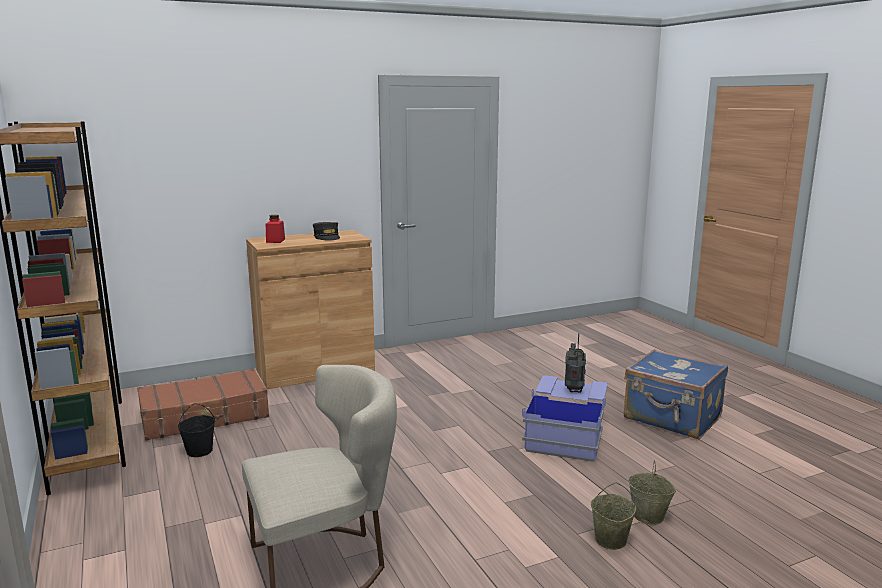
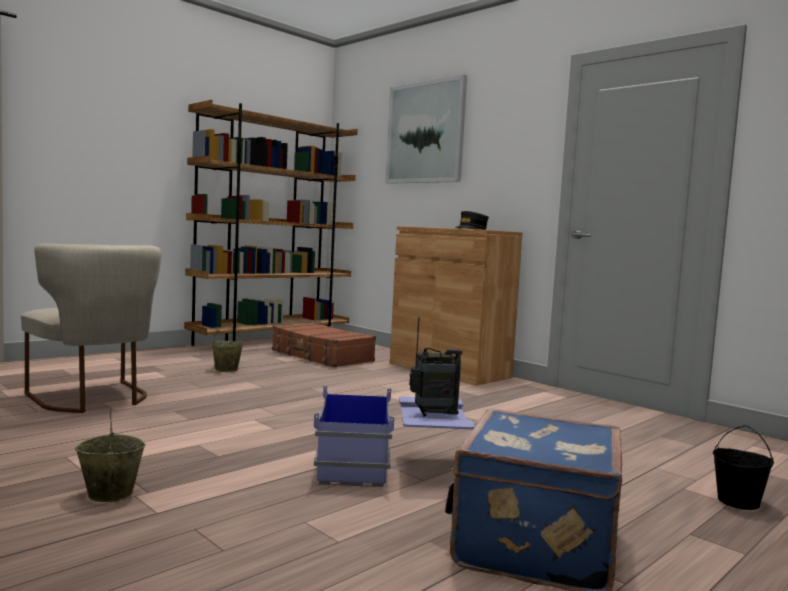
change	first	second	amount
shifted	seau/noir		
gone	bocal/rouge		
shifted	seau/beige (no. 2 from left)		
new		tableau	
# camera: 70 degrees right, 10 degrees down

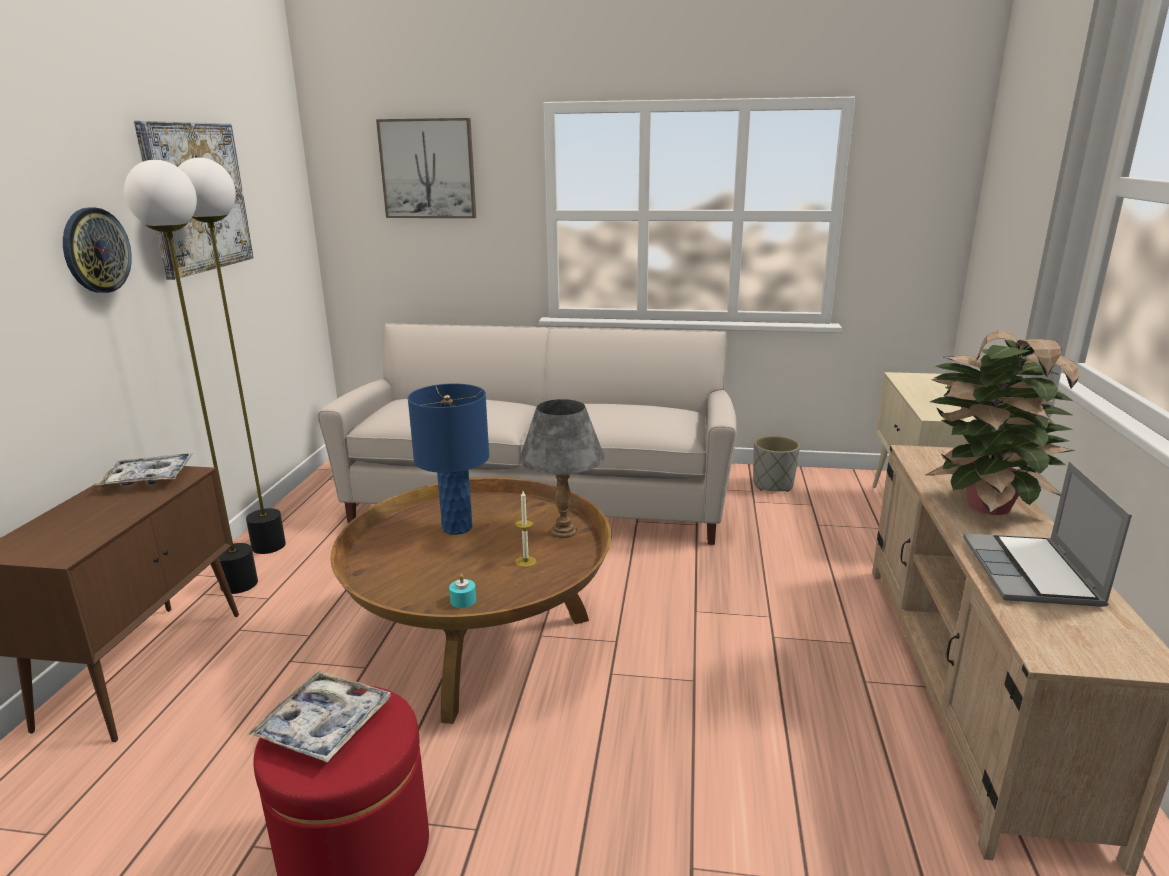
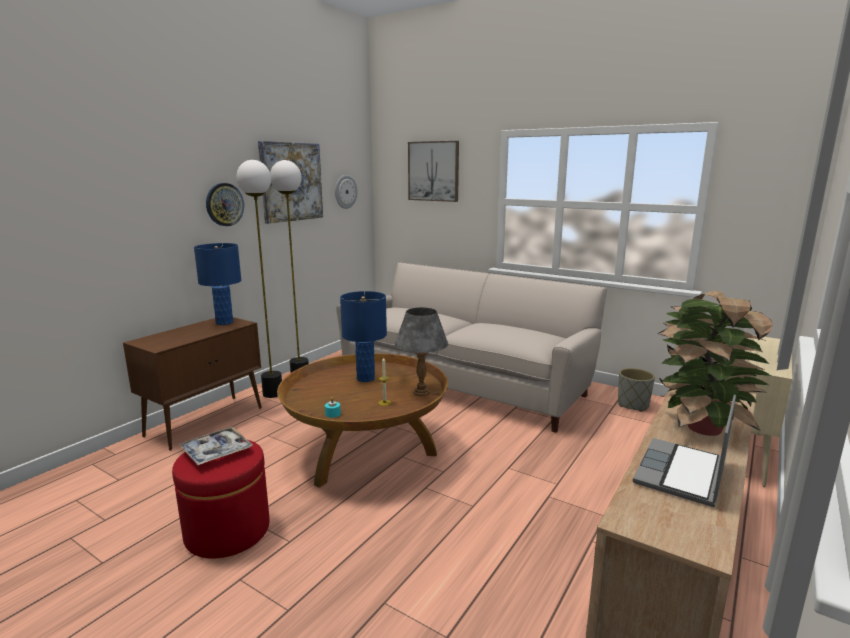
change	first	second	amount
swapped	plateau (no. 1 from left)	lampe de table/bleu (no. 1 from left)	
new		horloge murale (no. 2 from left)	
# camera: 25 degrees right, 5 degrees down

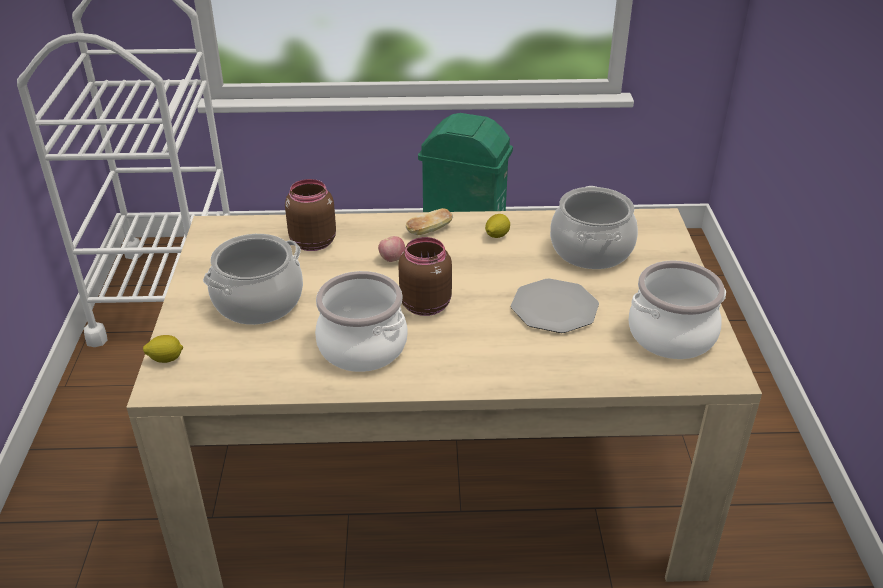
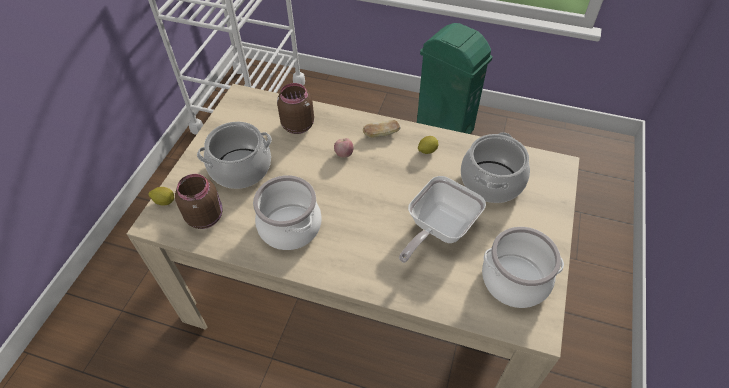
change	first	second	amount
shifted	bocal/marron (no. 2 from left in the first image)	bocal/marron (no. 1 from left)	
swapped	assiette	poêle	
# camera: 20 degrees right, 15 degrees up

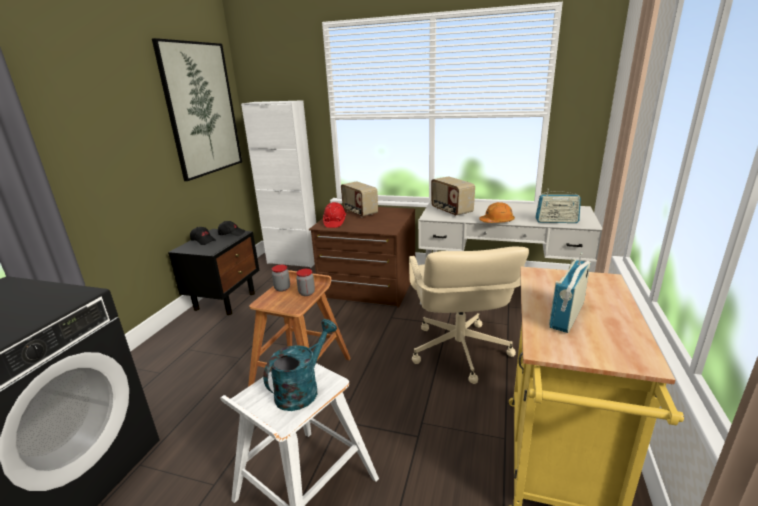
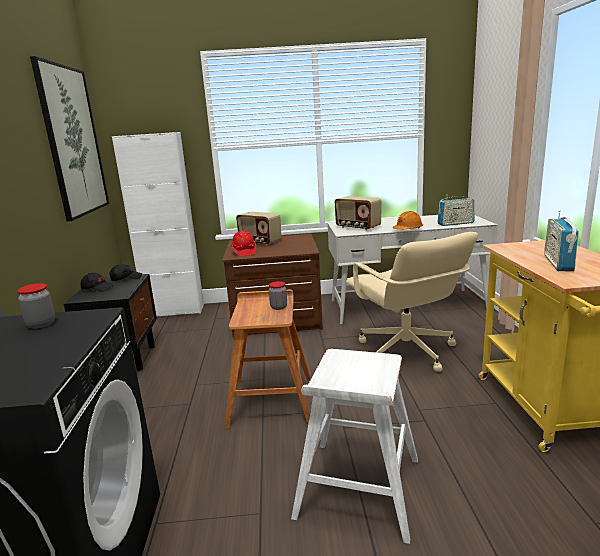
change	first	second	amount
gone	arrosoir/turquoise		
shifted	bocal (no. 1 from left)		
# camera: 20 degrees left, 5 degrees down

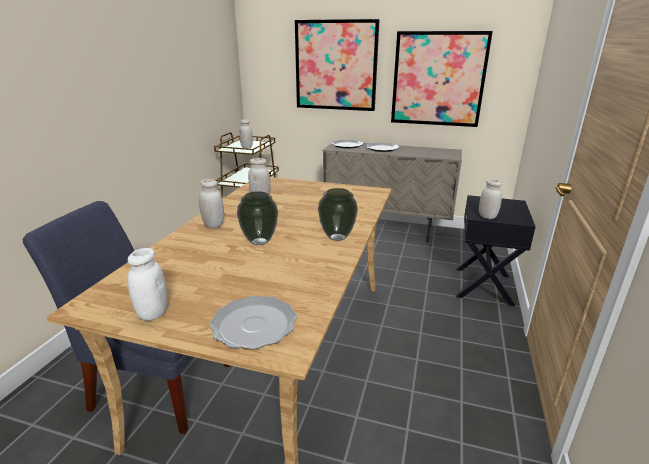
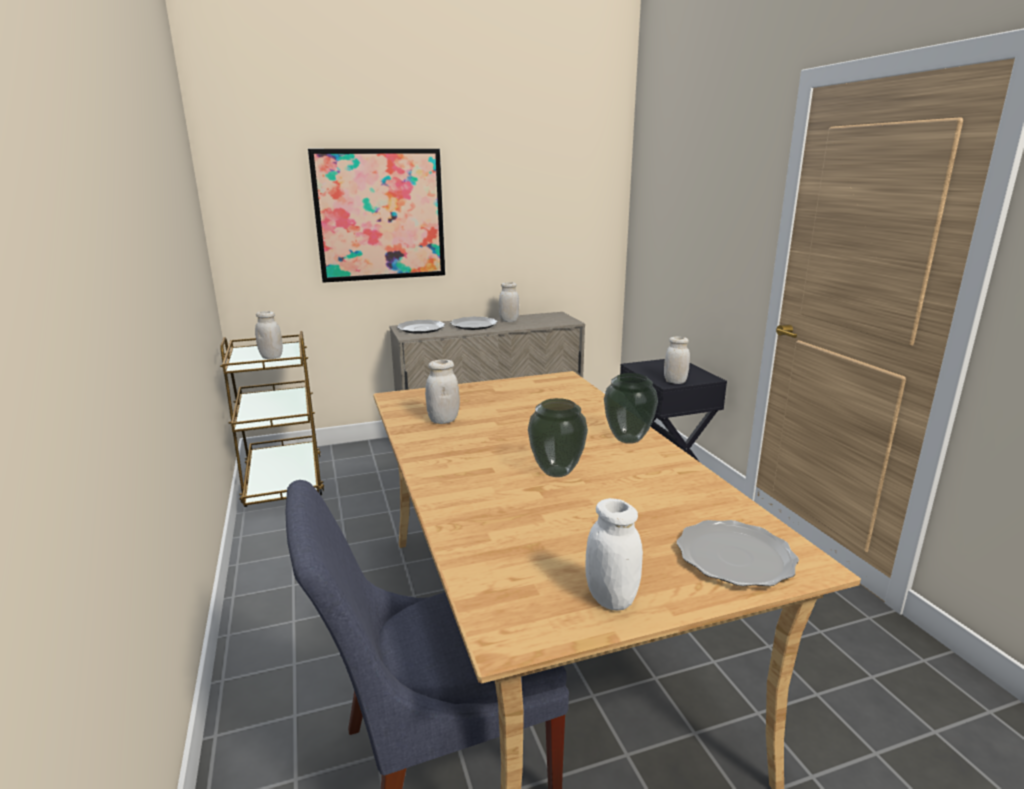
change	first	second	amount
shifted	bocal/blanc (no. 2 from left in the first image)	bocal/blanc (no. 3 from left)	
gone	tableau (no. 2 from left)		
# camera: 35 degrees left, 5 degrees down

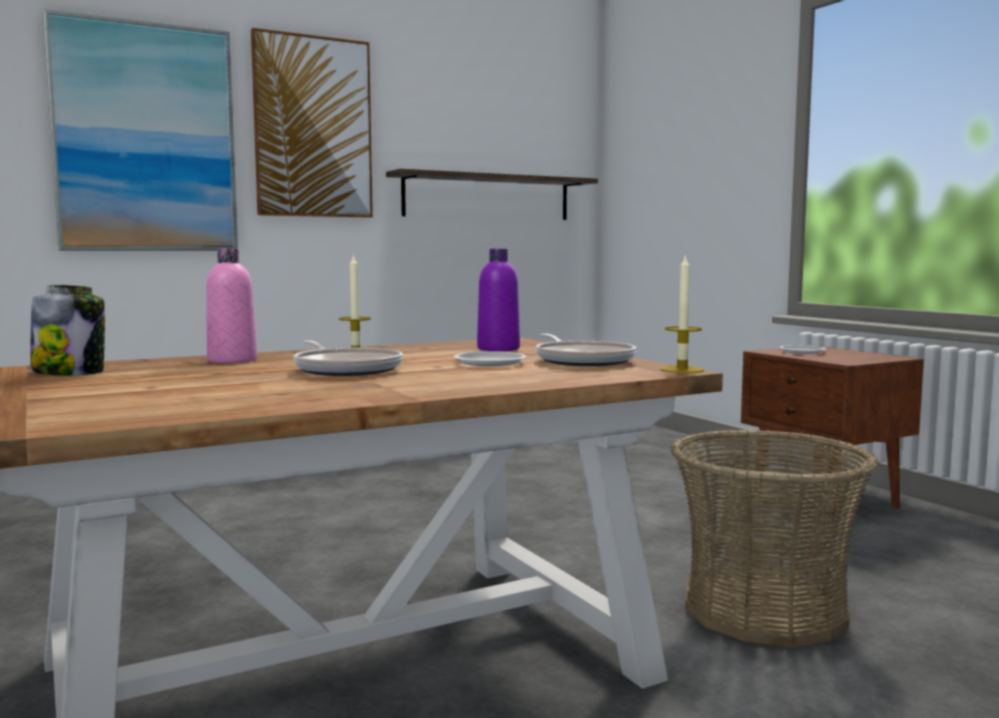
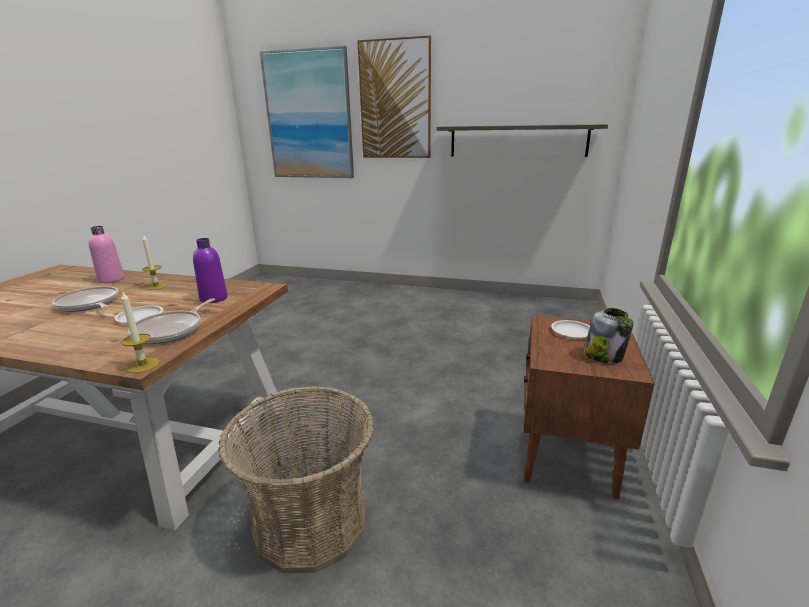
change	first	second	amount
shifted	bocal		
rotated	poêle (no. 1 from left)		120 degrees clockwise
# camera: 45 degrees right, 15 degrees up

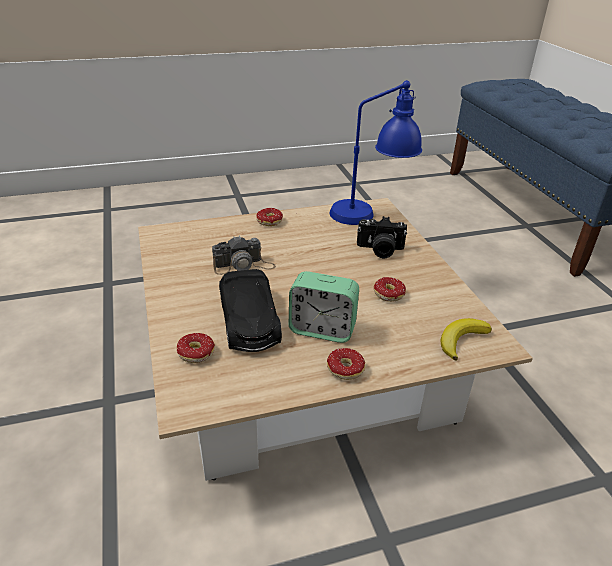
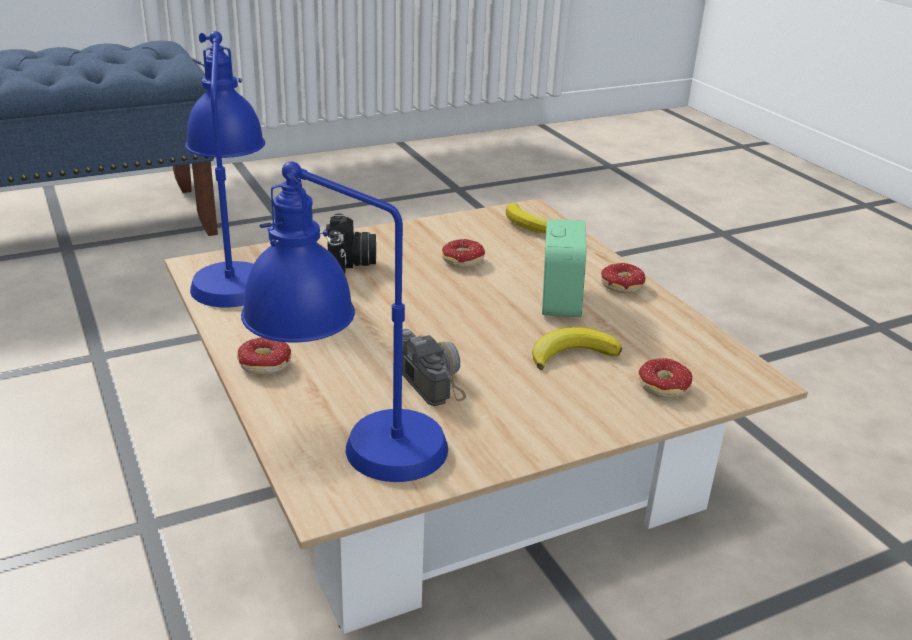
change	first	second	amount
swapped	petite voiture/noir	banane (no. 2 from left)	
new		lampe de table/bleu (no. 2 from left)	
# camera: 100 degrees left, 5 degrees down

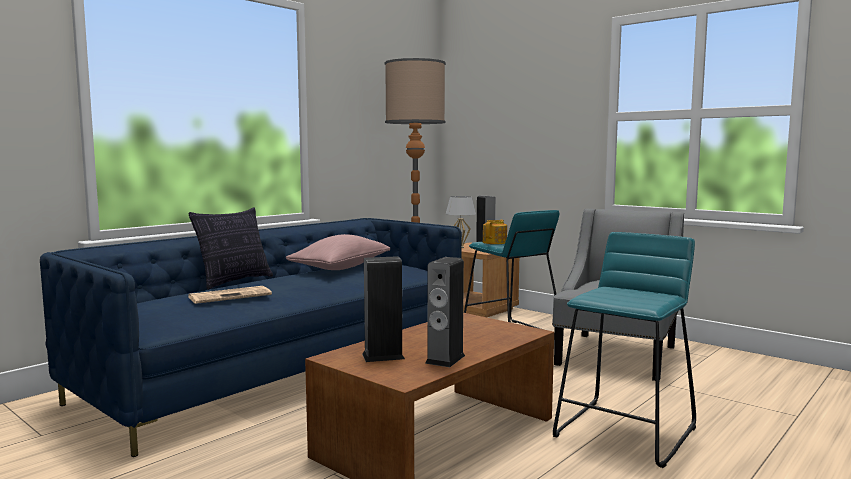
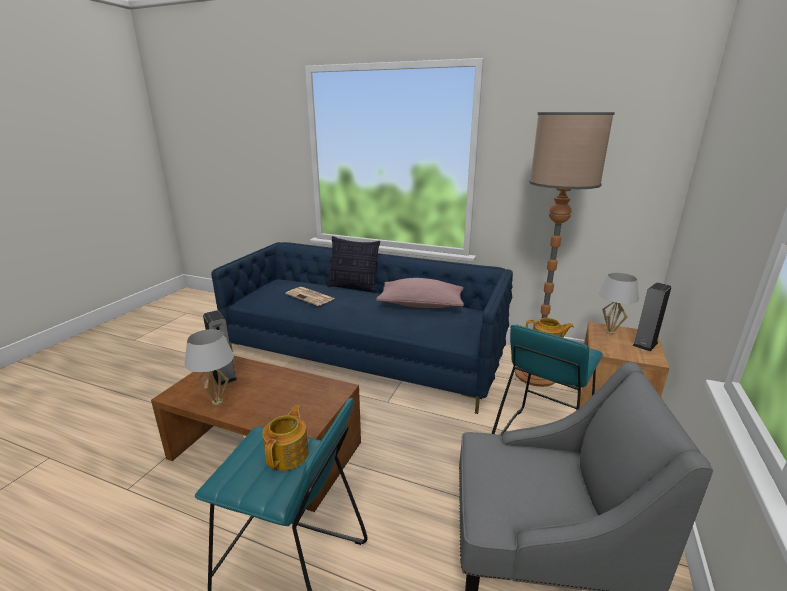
change	first	second	amount
swapped	enceinte (no. 2 from left)	lampe de table/blanc (no. 1 from left)	
new		théière (no. 1 from left)	
# camera: 70 degrees right, 15 degrees up

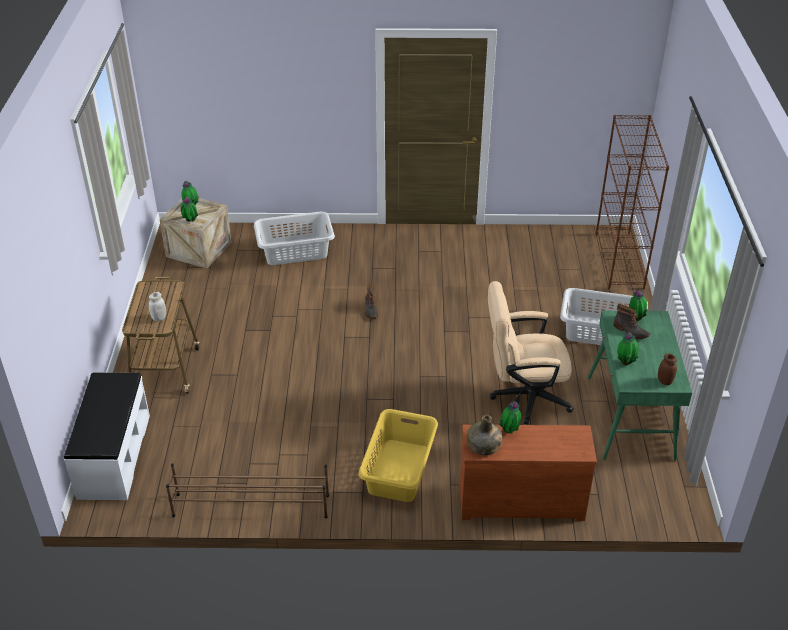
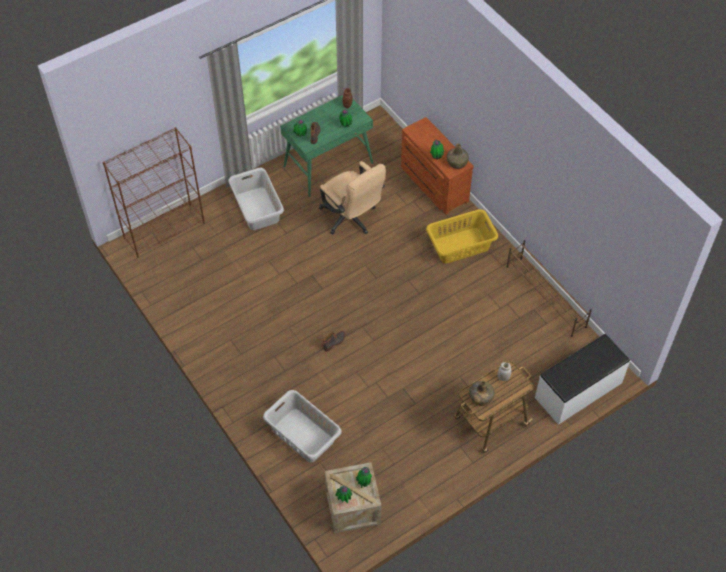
change	first	second	amount
new		bouteille/vert (no. 2 from left)	
# camera: 125 degrees left, 15 degrees up

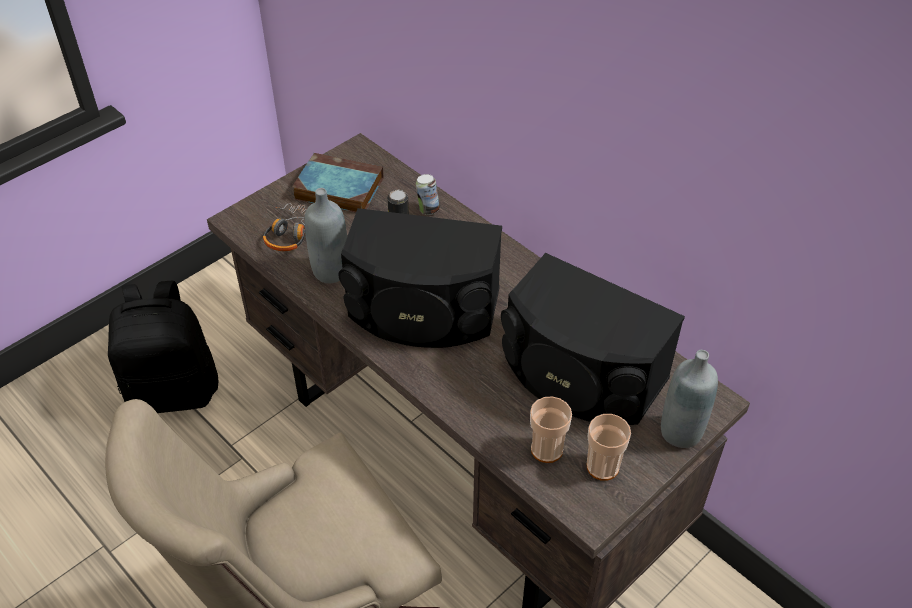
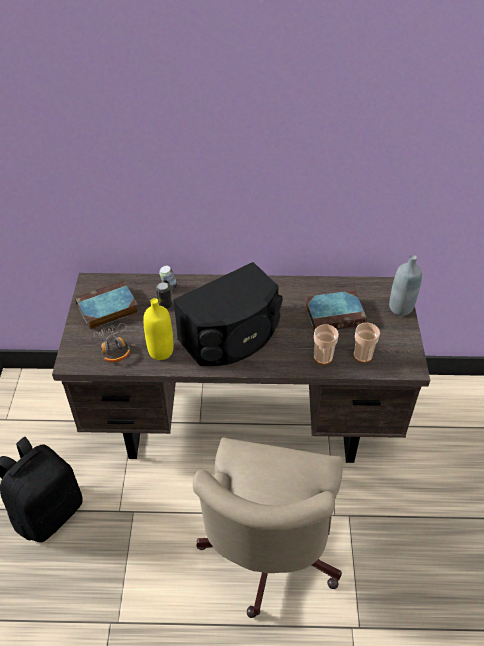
change	first	second	amount
repainted	bouteille/gris (no. 1 from left)	bouteille/jaune	
swapped	enceinte/noir (no. 2 from left)	livre (no. 2 from left)	
shifted	tasse (no. 2 from left in the first image)	tasse (no. 1 from left)	
# camera: 45 degrees left, 0 degrees up

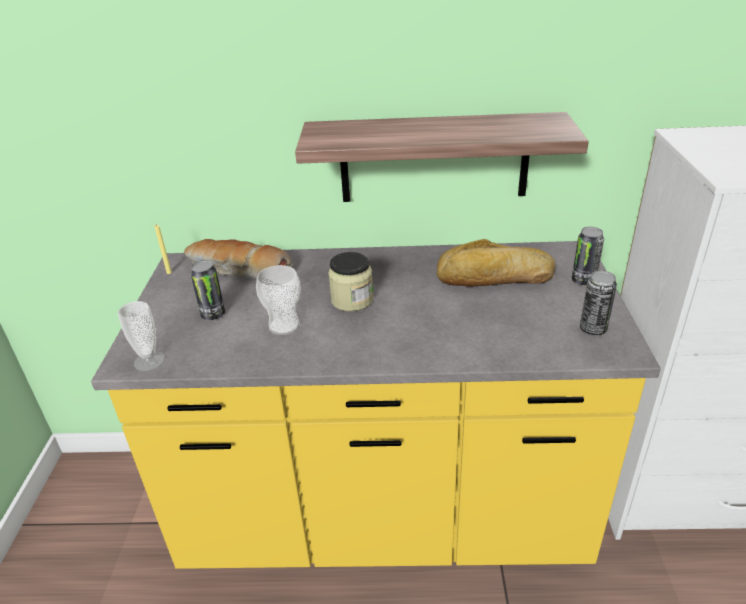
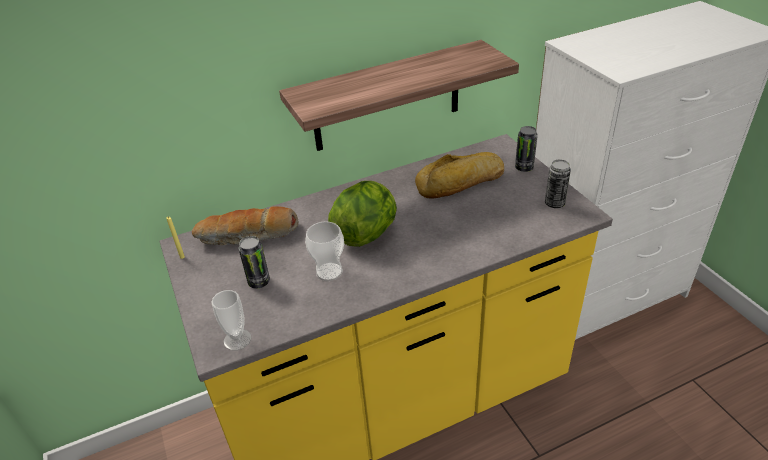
change	first	second	amount
swapped	bocal	laitue	
# camera: 25 degrees left, 5 degrees up

